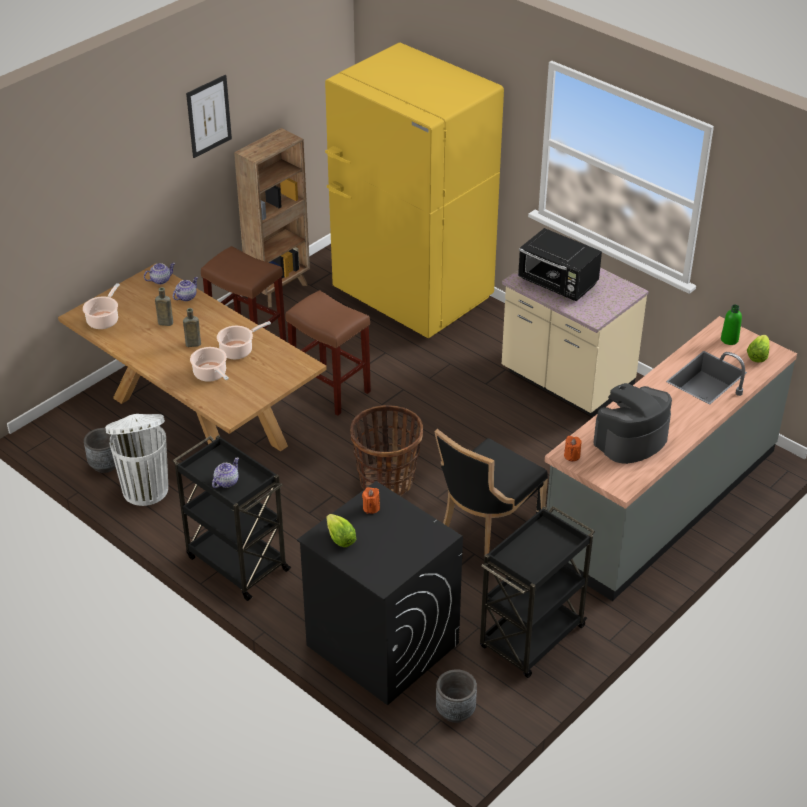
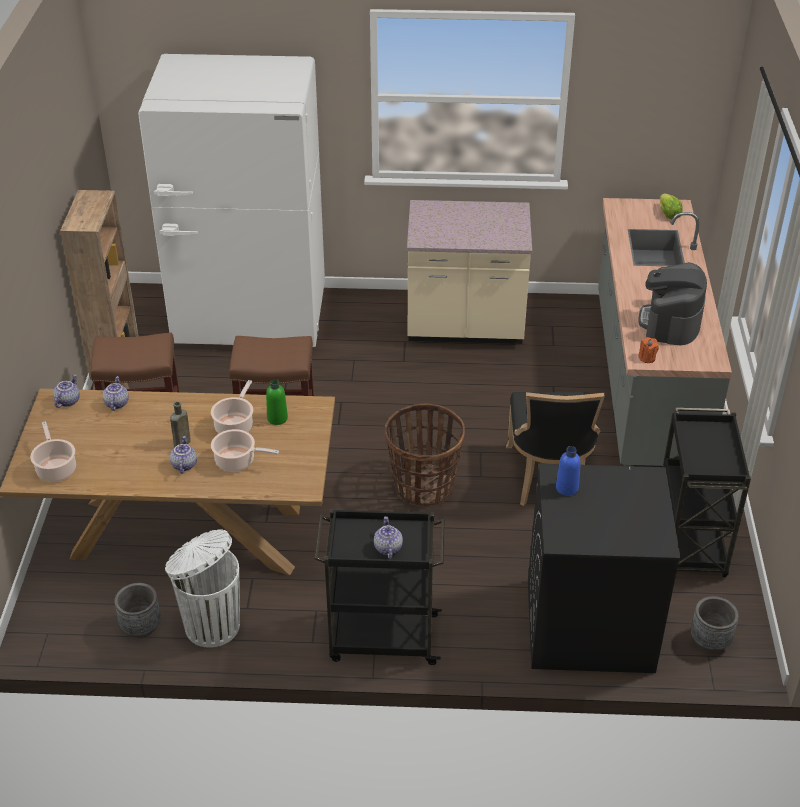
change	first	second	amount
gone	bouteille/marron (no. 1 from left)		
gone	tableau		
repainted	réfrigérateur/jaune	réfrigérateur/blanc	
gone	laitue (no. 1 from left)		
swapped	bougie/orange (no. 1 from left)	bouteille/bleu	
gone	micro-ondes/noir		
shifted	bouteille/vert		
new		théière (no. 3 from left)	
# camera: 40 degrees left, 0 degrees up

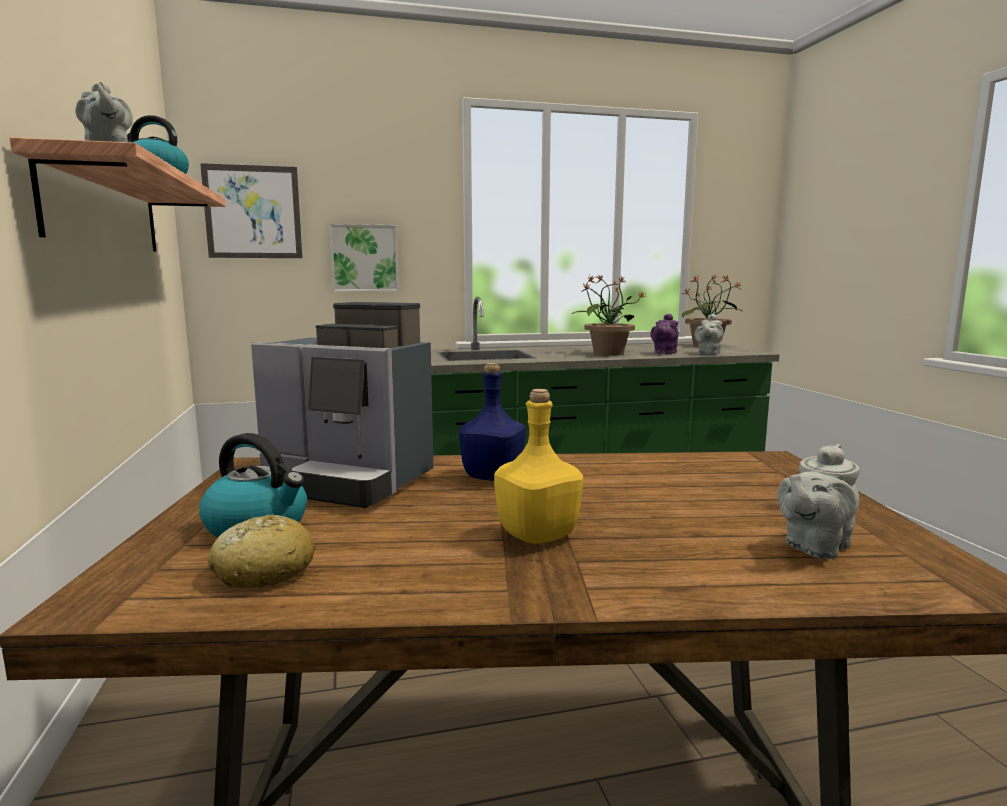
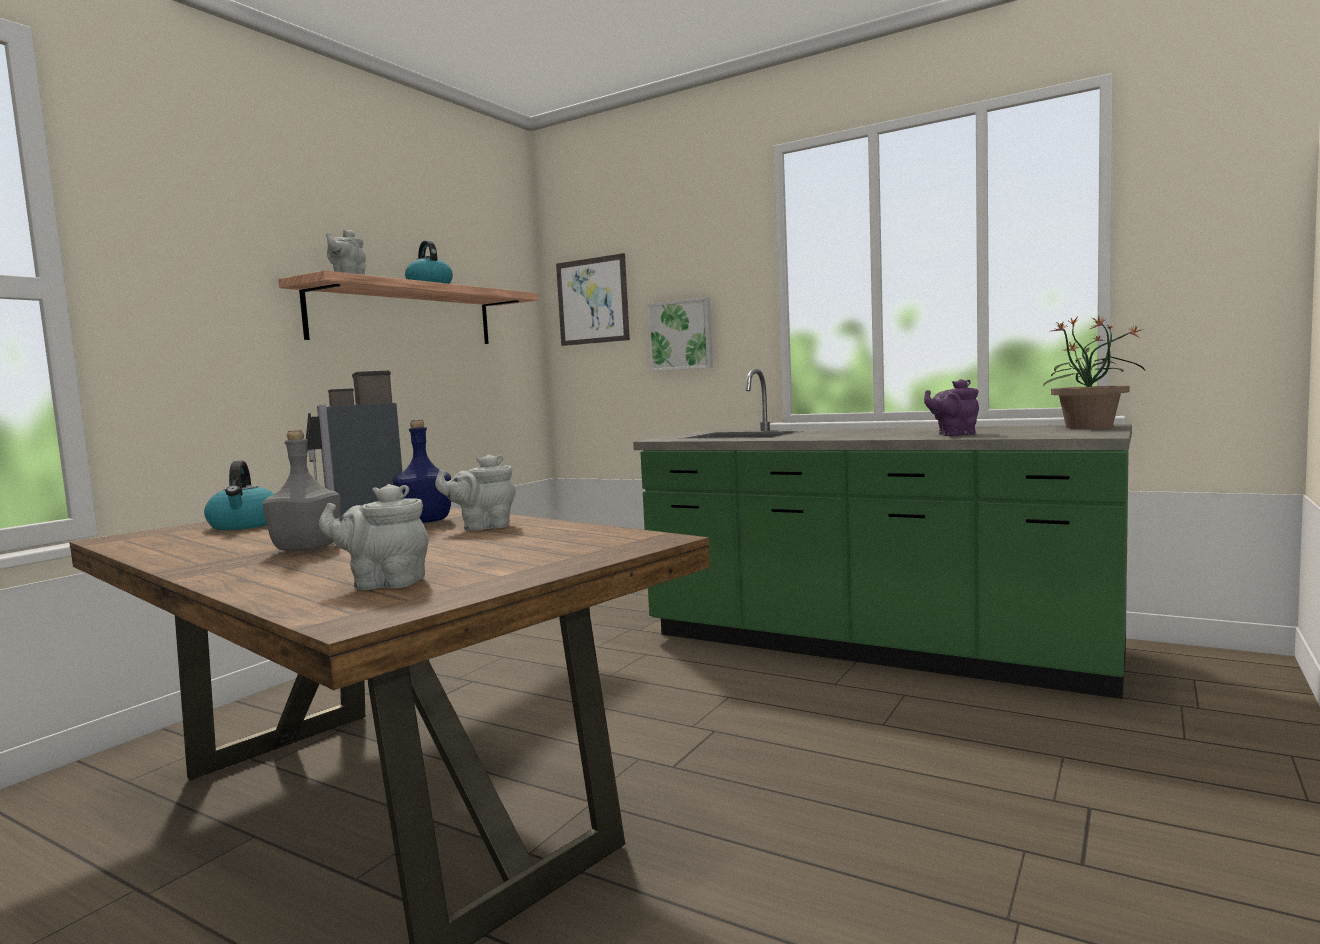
change	first	second	amount
gone	pain		
repainted	bouteille/jaune	bouteille/gris	
gone	plante en pot (no. 1 from left)		
shifted	théière/gris (no. 2 from left in the first image)	théière/gris (no. 3 from left)	
# camera: 45 degrees right, 5 degrees down

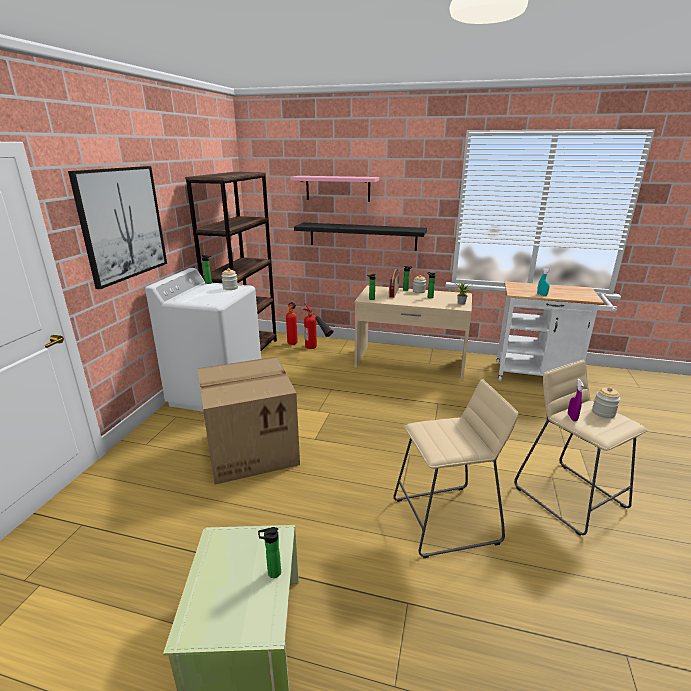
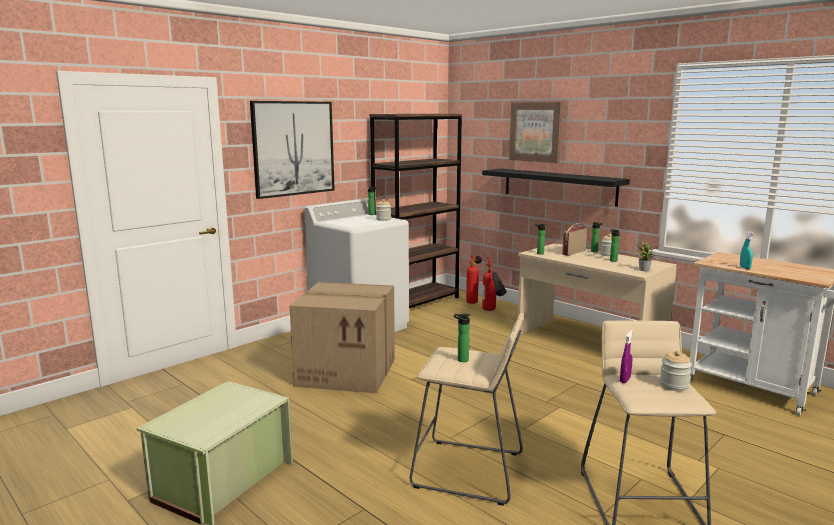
change	first	second	amount
shifted	bouteille (no. 2 from left)		
swapped	étagère/rose	tableau (no. 2 from left)	
# camera: 30 degrees right, 10 degrees down

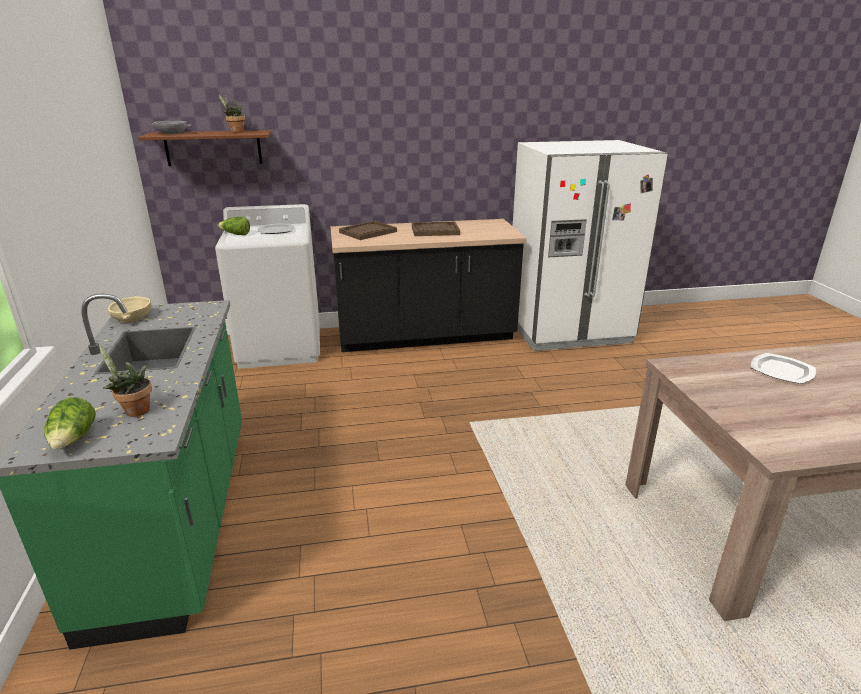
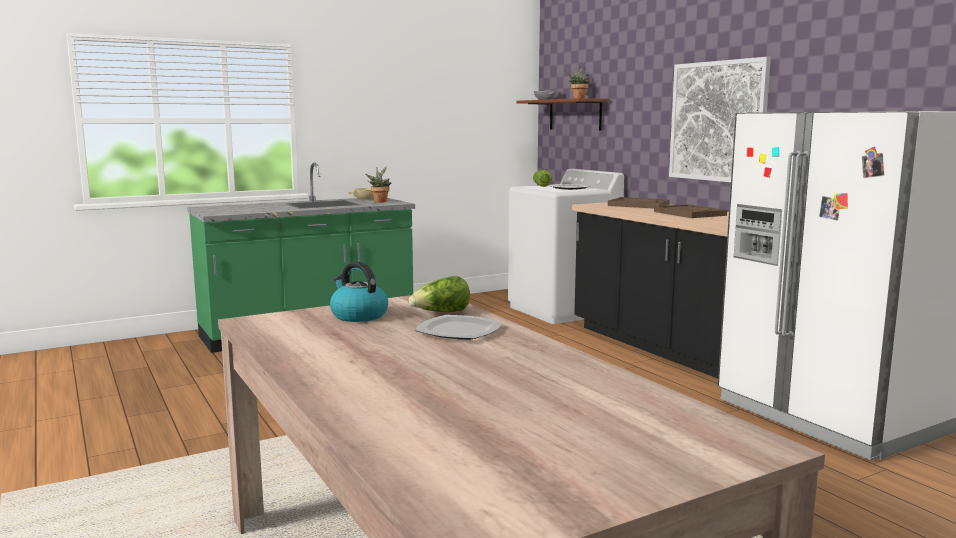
change	first	second	amount
shifted	laitue (no. 1 from left)		
shifted	plante en pot (no. 1 from left)		
new		bouilloire	
new		tableau	
# camera: 70 degrees right, 15 degrees down

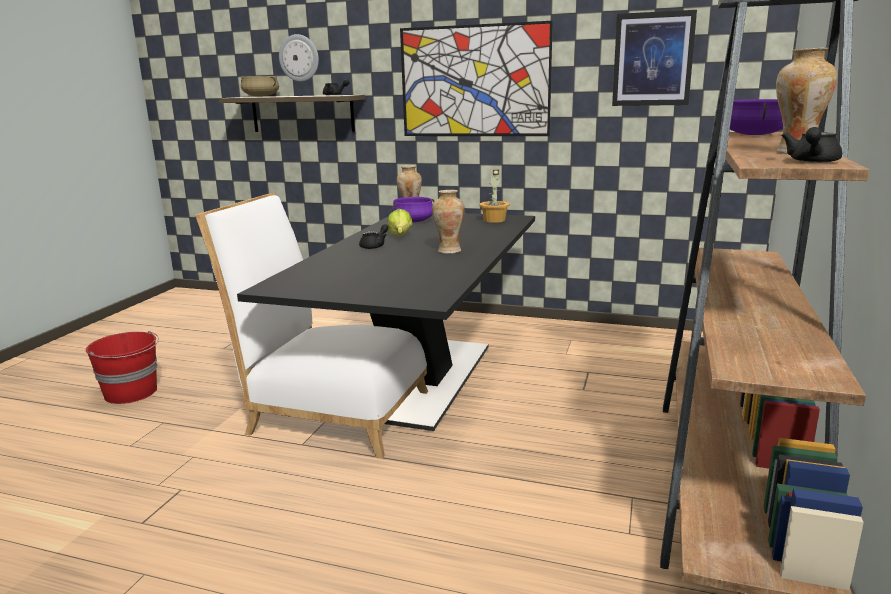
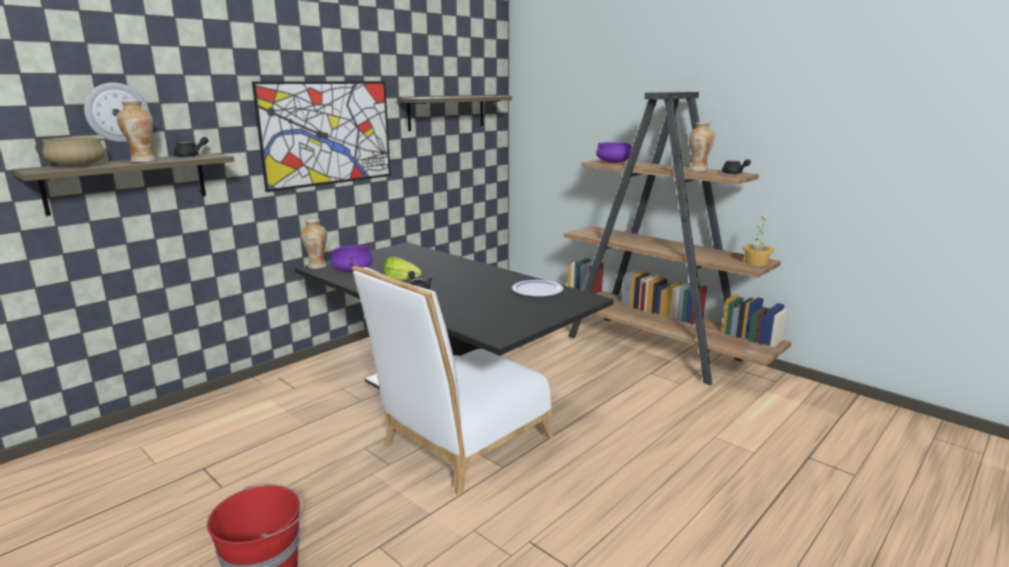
change	first	second	amount
shifted	vase (no. 2 from left in the first image)	vase (no. 1 from left)	
shifted	plante en pot		
swapped	tableau (no. 2 from left)	étagère (no. 2 from left)	
new		assiette	
# camera: 65 degrees left, 0 degrees up

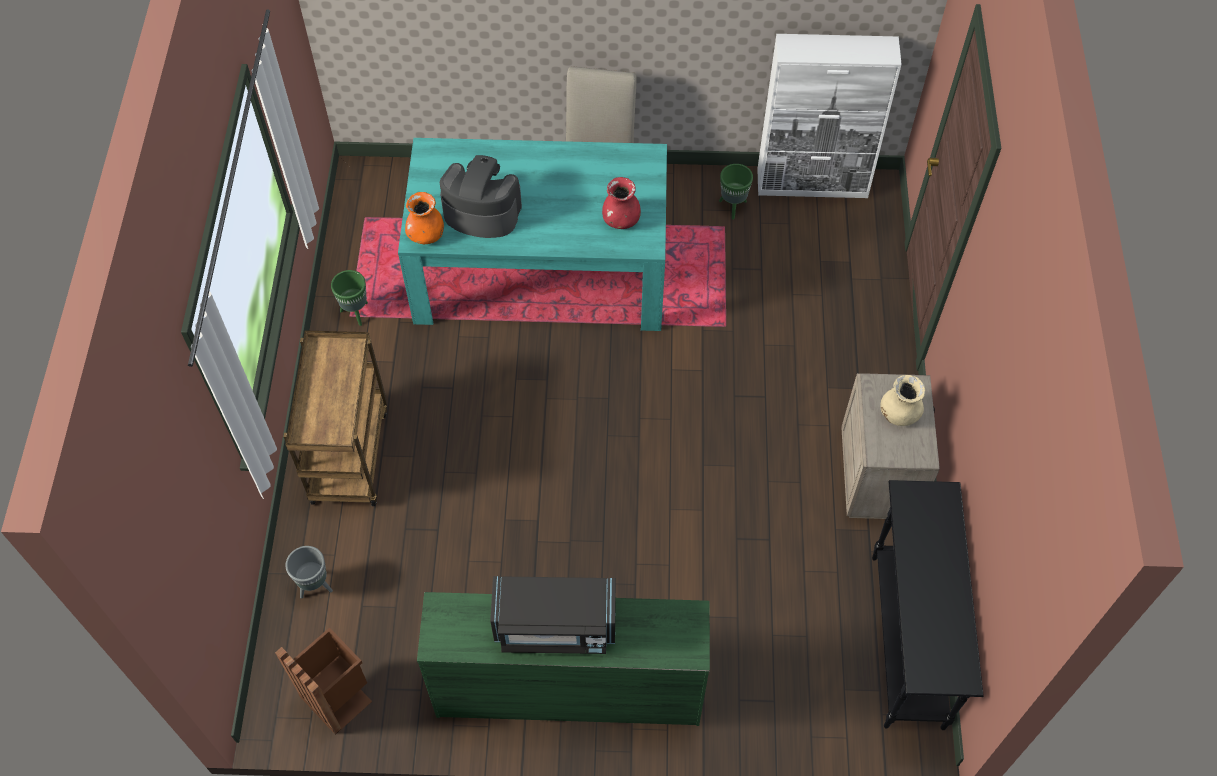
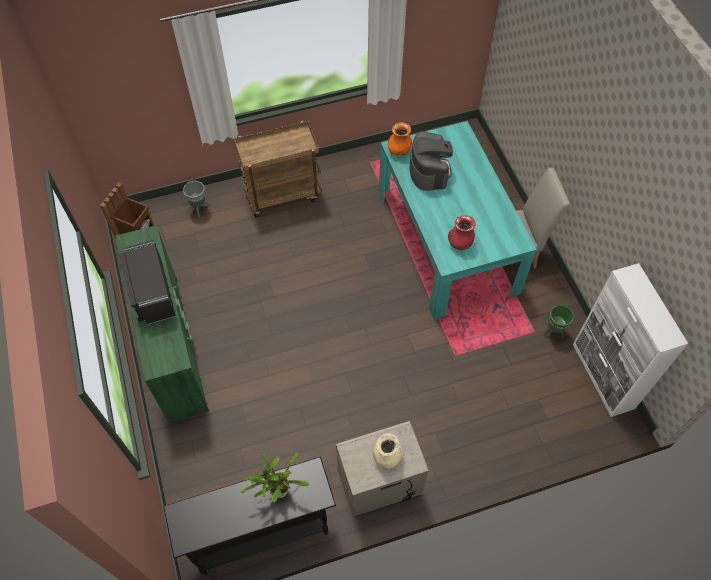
change	first	second	amount
gone	cache-pot/vert (no. 1 from left)		
new		plante en pot	
# camera: 70 degrees right, 0 degrees up

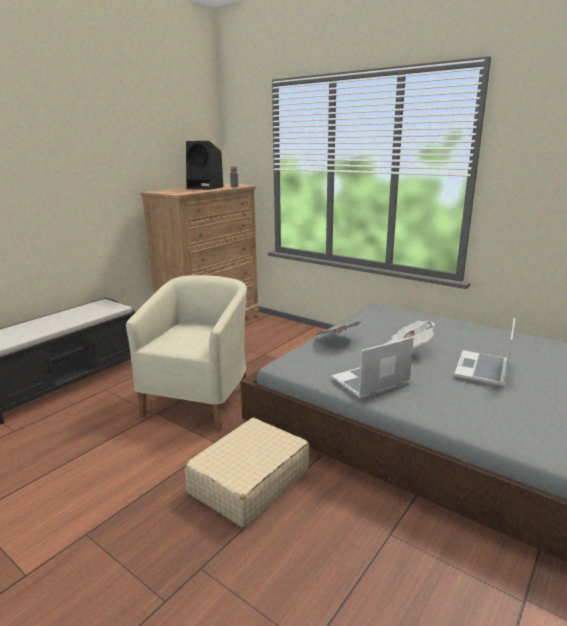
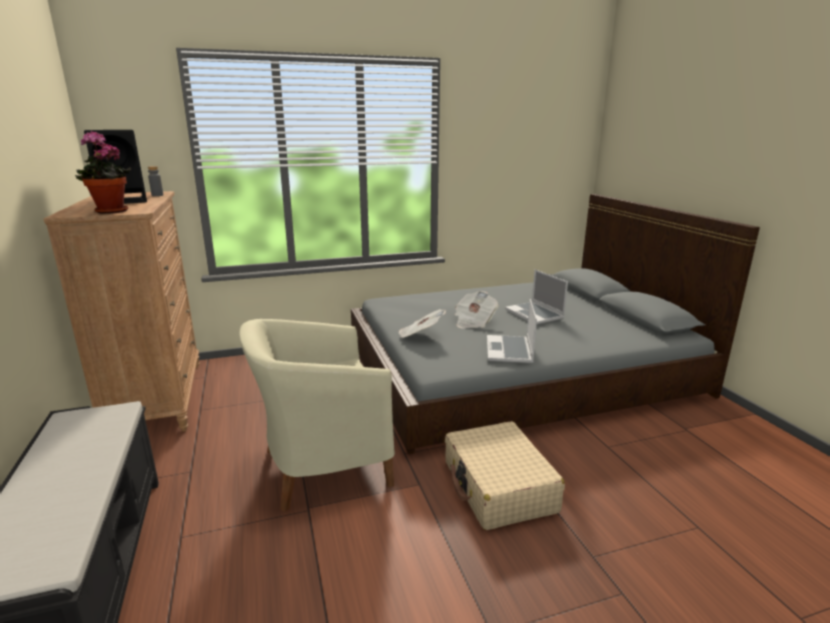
change	first	second	amount
rotated	fauteuil/beige		75 degrees counterclockwise
new		plante en pot	
# camera: 55 degrees left, 0 degrees up

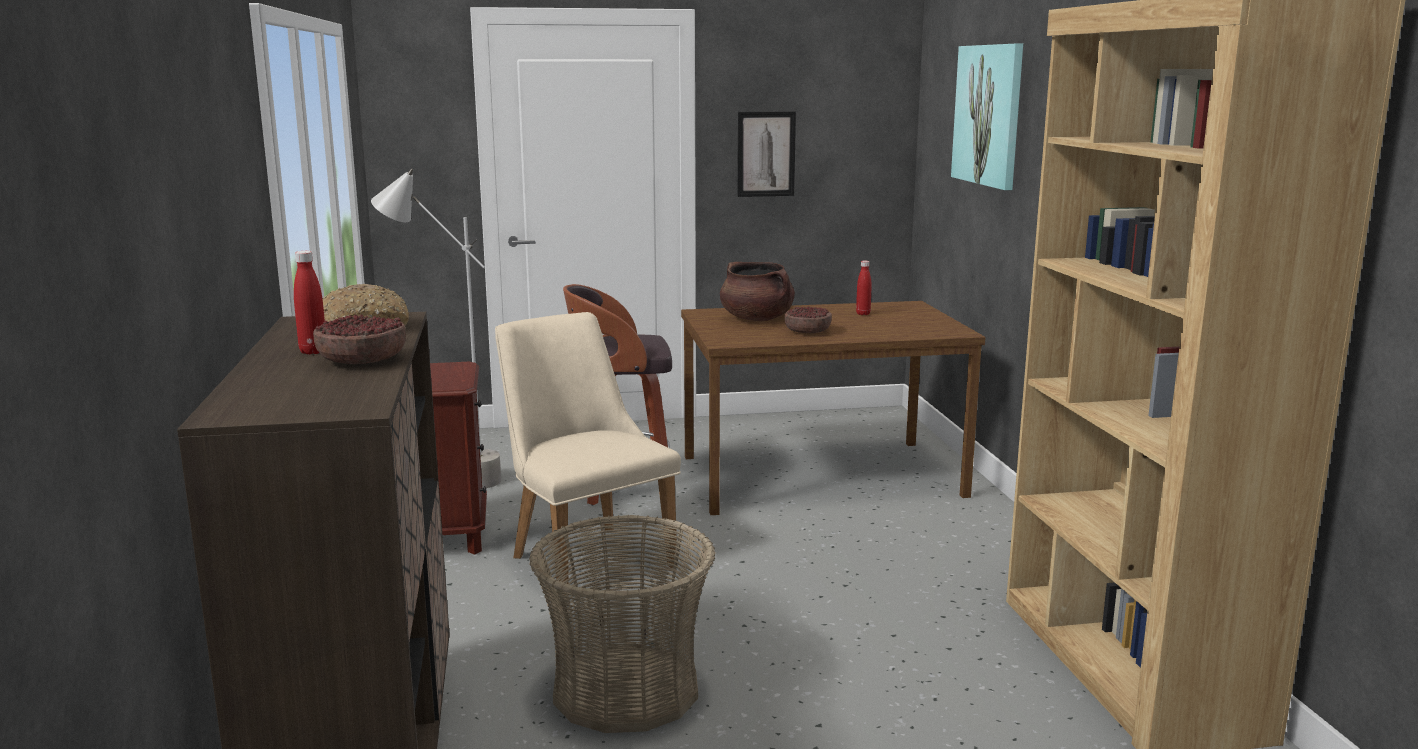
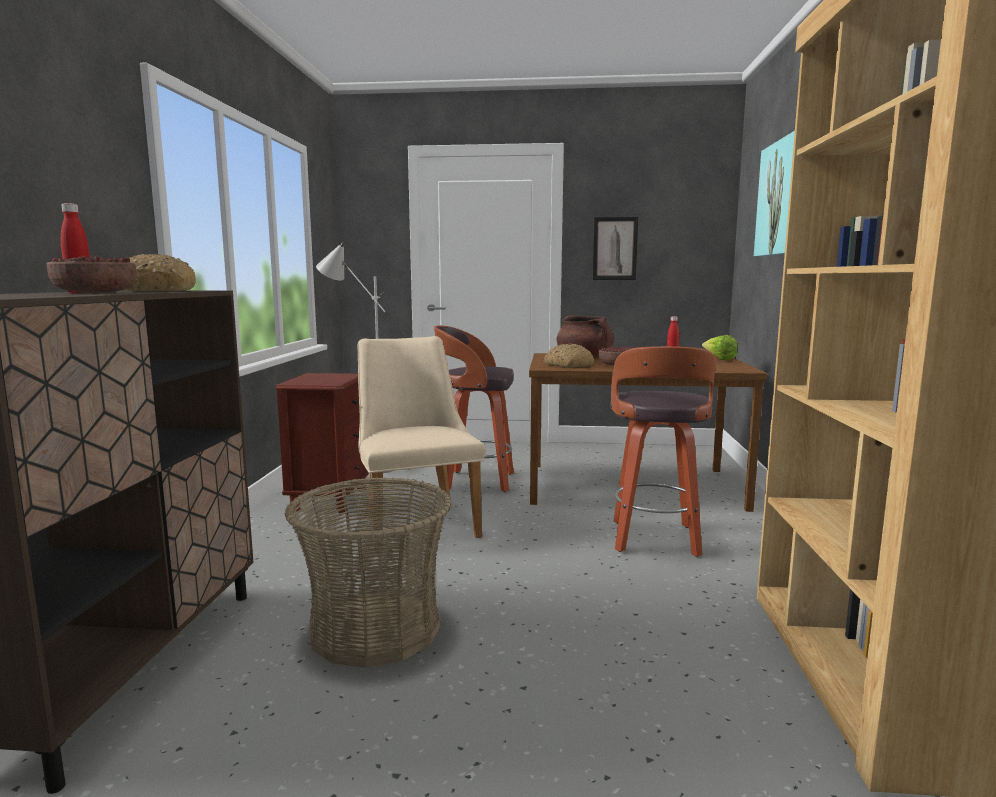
change	first	second	amount
new		pain (no. 2 from left)	
new		tabouret (no. 2 from left)	
new		laitue	
# camera: 15 degrees right, 5 degrees down

